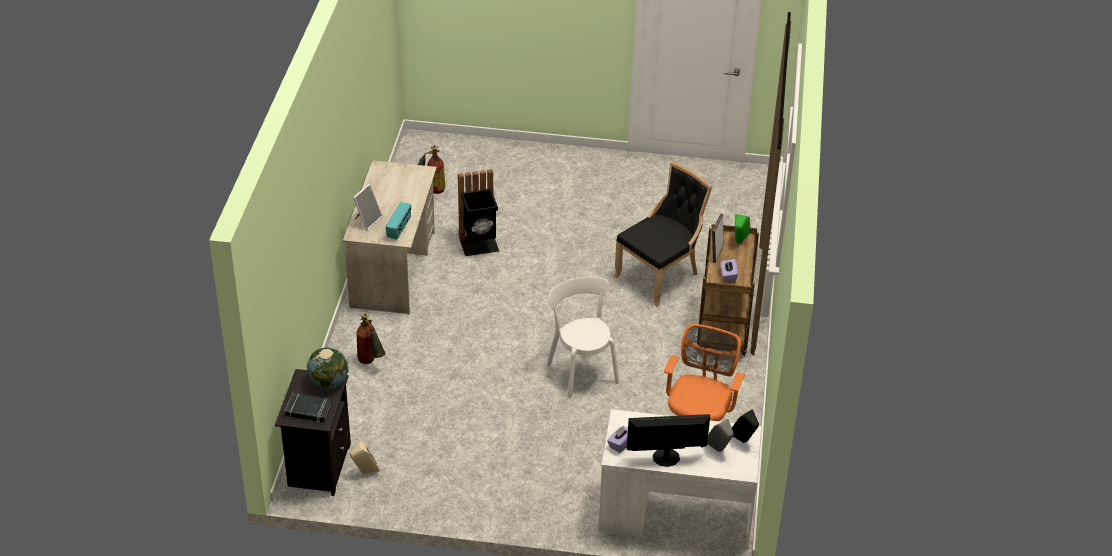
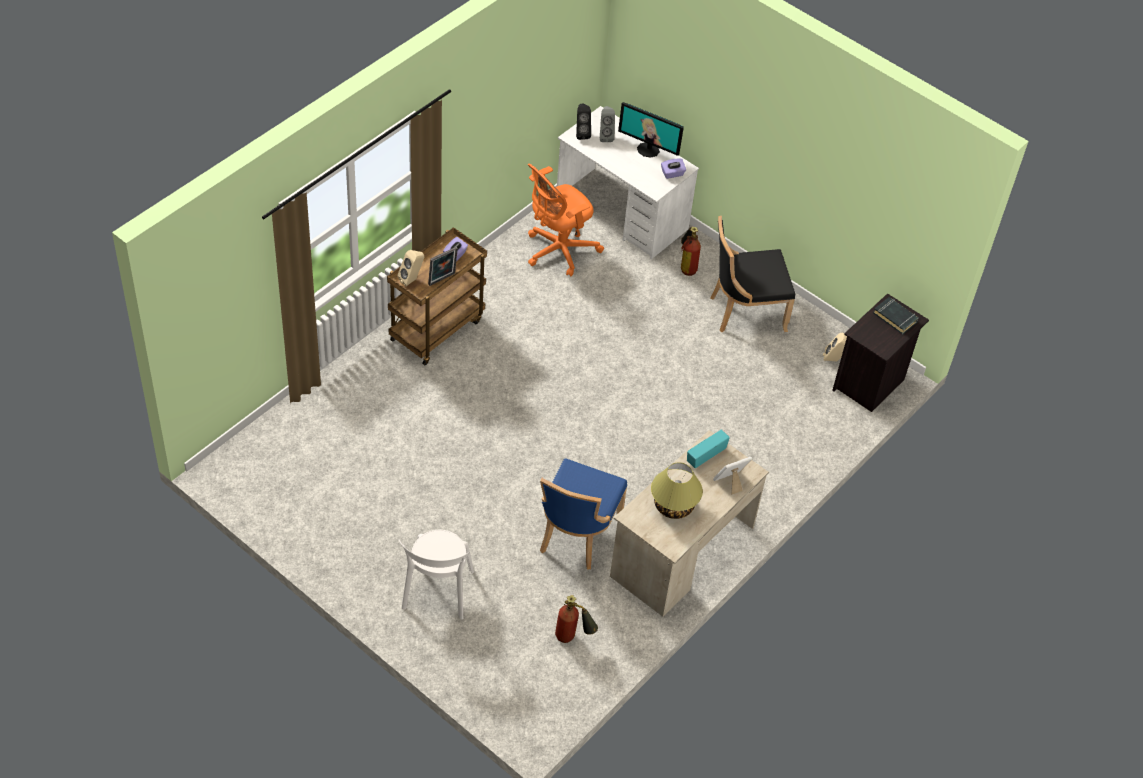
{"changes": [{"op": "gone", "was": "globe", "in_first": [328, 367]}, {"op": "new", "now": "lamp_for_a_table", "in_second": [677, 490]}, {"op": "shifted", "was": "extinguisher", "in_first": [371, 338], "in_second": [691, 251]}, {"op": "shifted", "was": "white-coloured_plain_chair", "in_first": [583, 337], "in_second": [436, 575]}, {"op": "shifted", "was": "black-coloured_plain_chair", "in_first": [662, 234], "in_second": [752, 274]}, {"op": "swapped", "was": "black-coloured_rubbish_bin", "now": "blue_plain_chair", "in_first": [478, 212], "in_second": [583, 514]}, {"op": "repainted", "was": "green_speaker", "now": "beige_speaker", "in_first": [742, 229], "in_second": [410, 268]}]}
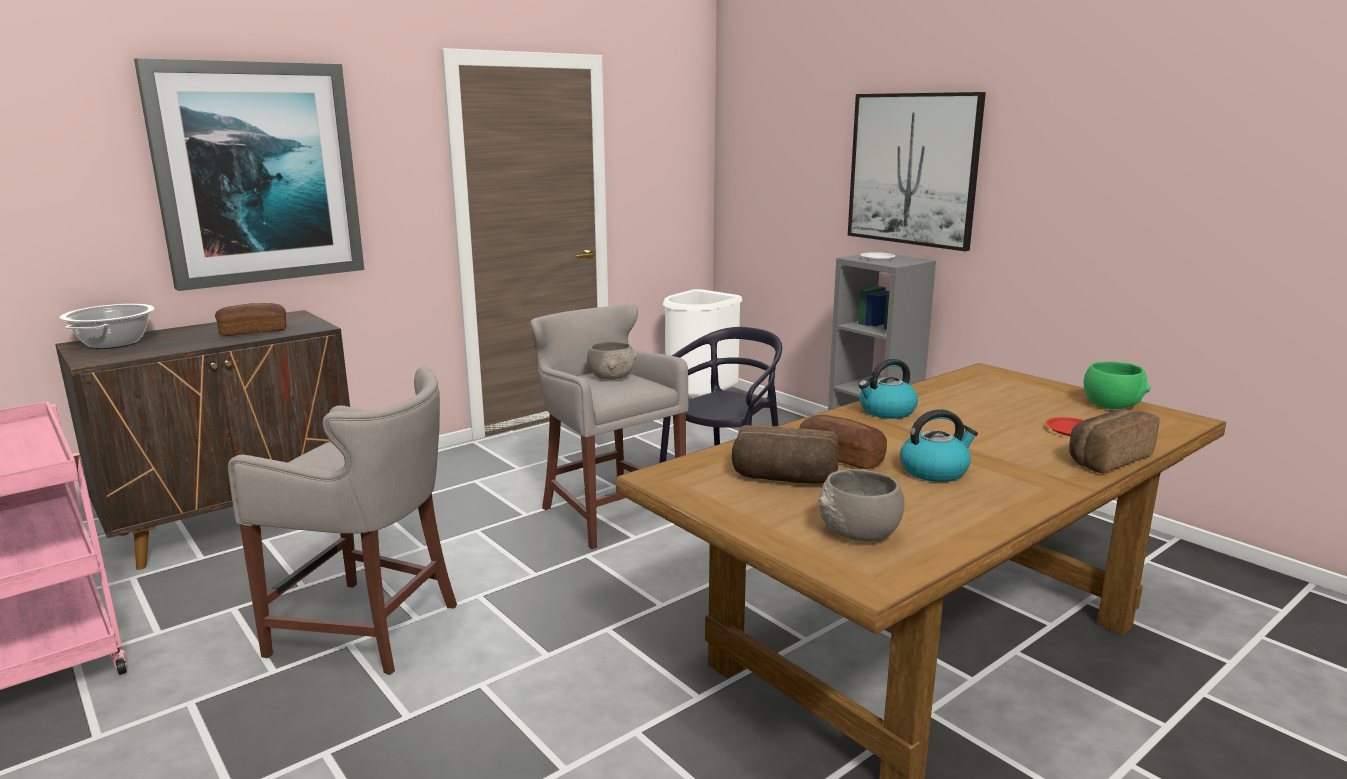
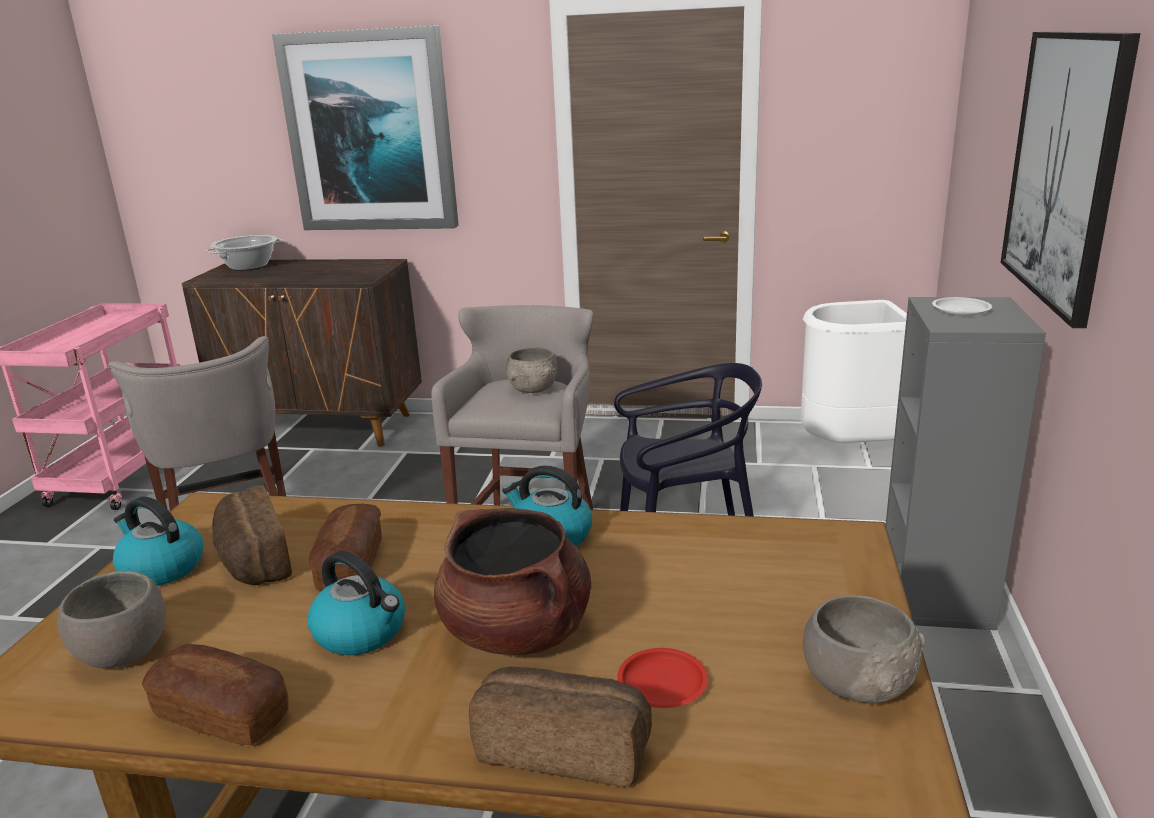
{"changes": [{"op": "new", "now": "kettle", "in_second": [158, 541]}, {"op": "new", "now": "brown-coloured_stockpot", "in_second": [512, 581]}, {"op": "shifted", "was": "baked_bread", "in_first": [250, 319], "in_second": [215, 694]}, {"op": "repainted", "was": "green_serving_bowl", "now": "grey_serving_bowl", "in_first": [1117, 385], "in_second": [864, 649]}]}
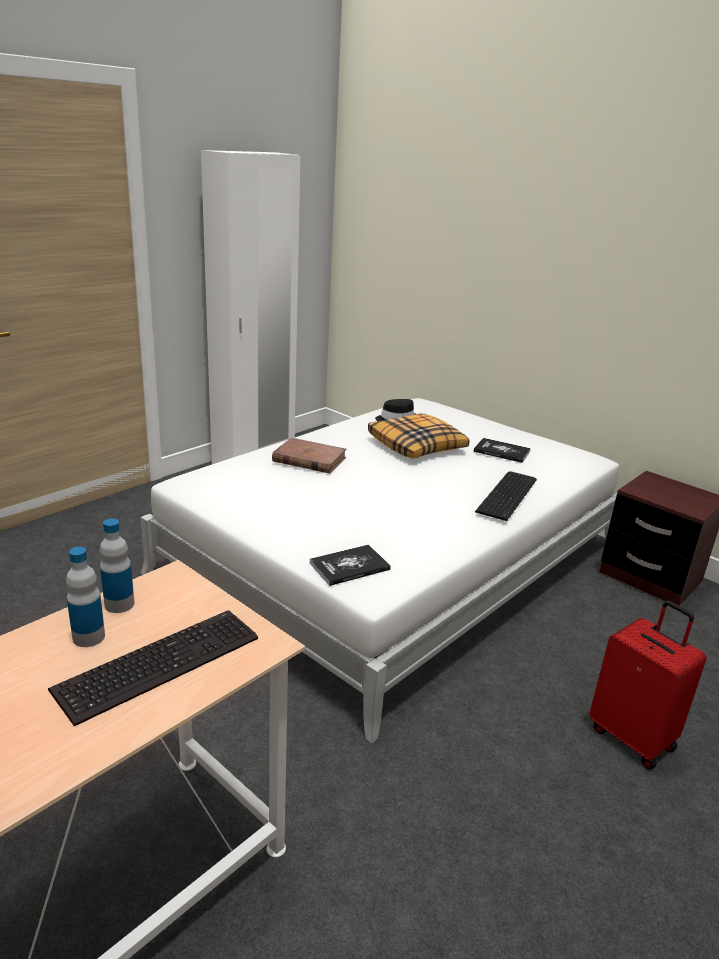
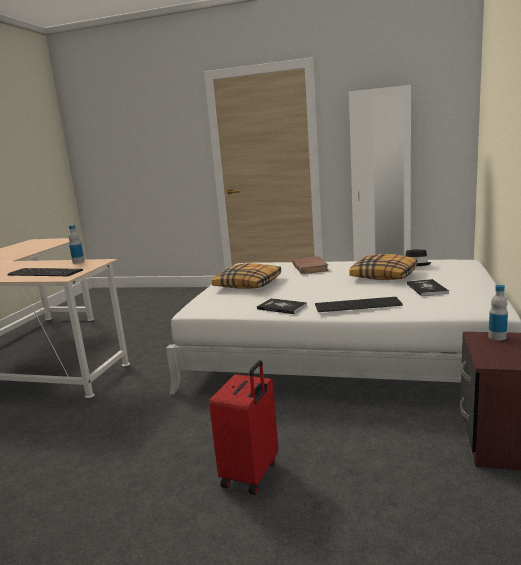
{"changes": [{"op": "new", "now": "throw_pillow", "in_second": [246, 276]}, {"op": "shifted", "was": "drink_bottle", "in_first": [85, 597], "in_second": [498, 312]}, {"op": "shifted", "was": "volume", "in_first": [350, 565], "in_second": [282, 306]}]}
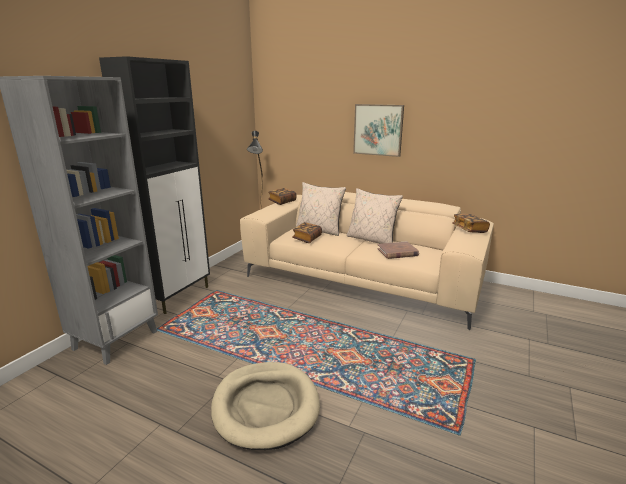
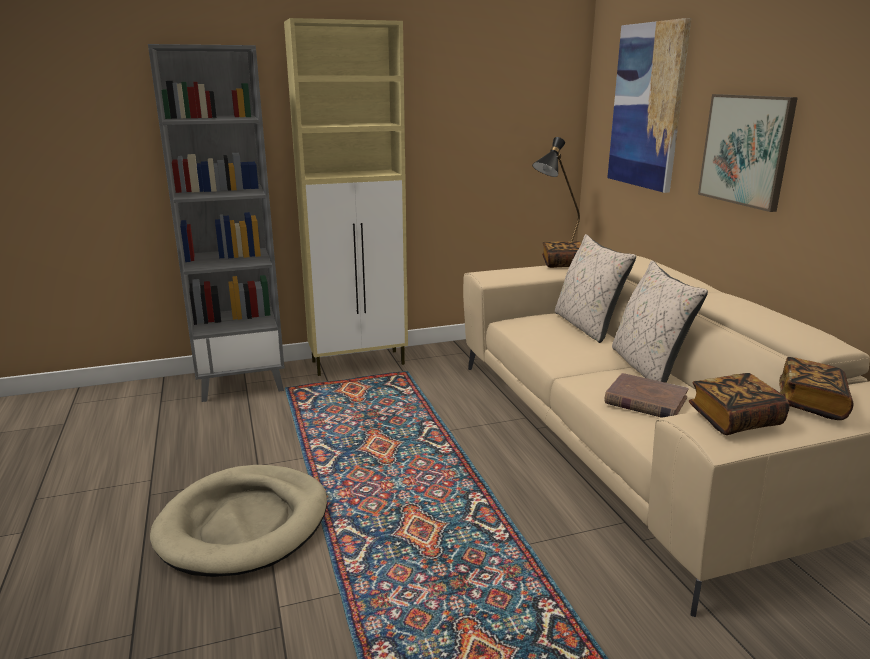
{"changes": [{"op": "new", "now": "wall_art", "in_second": [649, 105]}, {"op": "shifted", "was": "volume", "in_first": [307, 232], "in_second": [739, 404]}, {"op": "repainted", "was": "black-coloured_cabinet", "now": "beige_cabinet", "in_first": [154, 185], "in_second": [346, 197]}]}
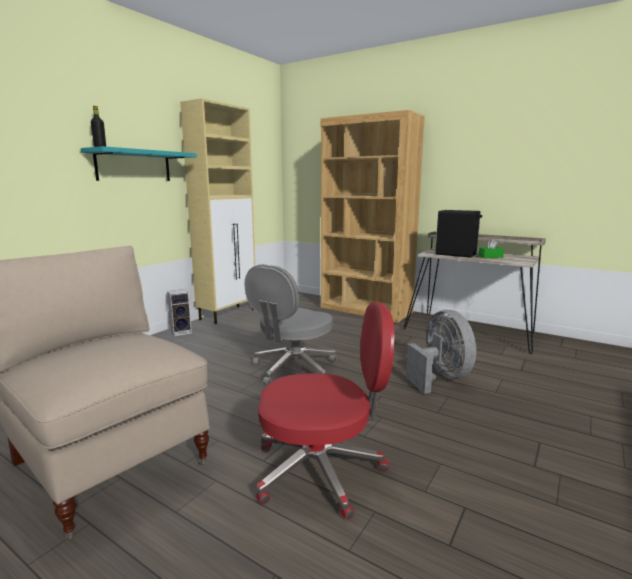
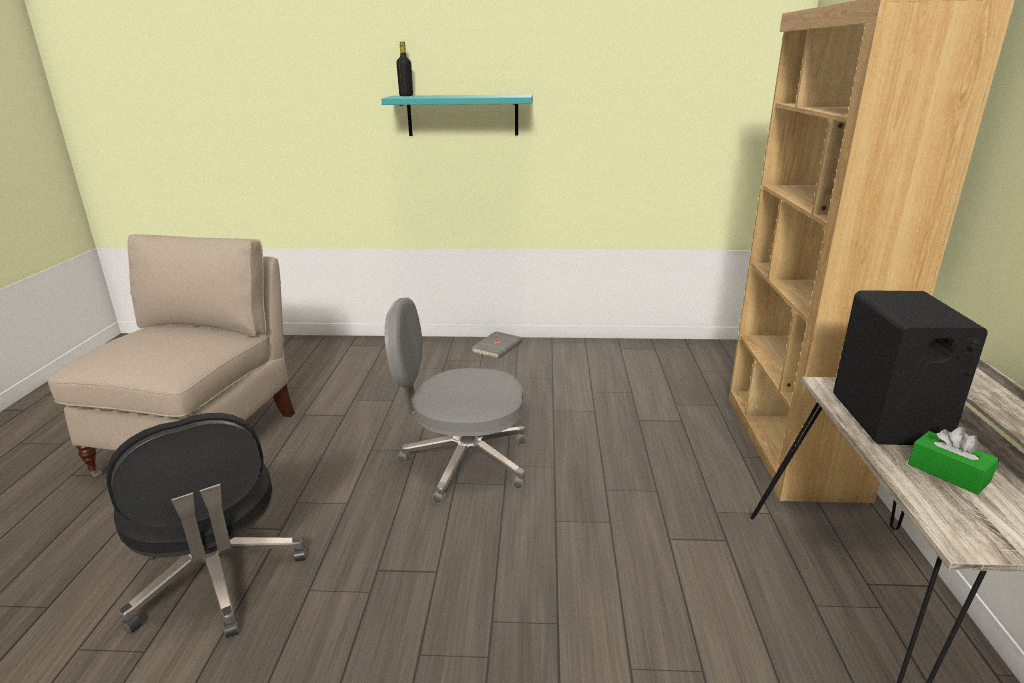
{"changes": [{"op": "gone", "was": "beige_cabinet", "in_first": [217, 211]}, {"op": "gone", "was": "grey_cooling_fan", "in_first": [441, 352]}, {"op": "swapped", "was": "speaker", "now": "grey_volume", "in_first": [179, 312], "in_second": [497, 345]}, {"op": "repainted", "was": "reddish_desk_chair", "now": "black-coloured_desk_chair", "in_first": [325, 411], "in_second": [206, 525]}]}
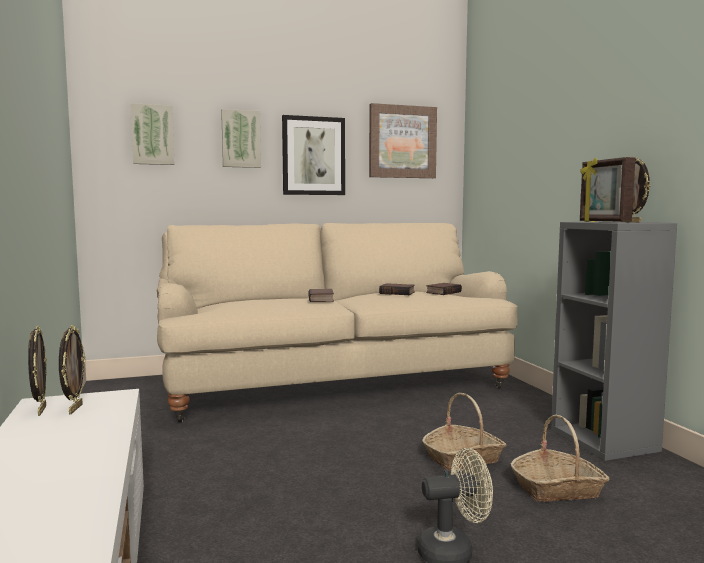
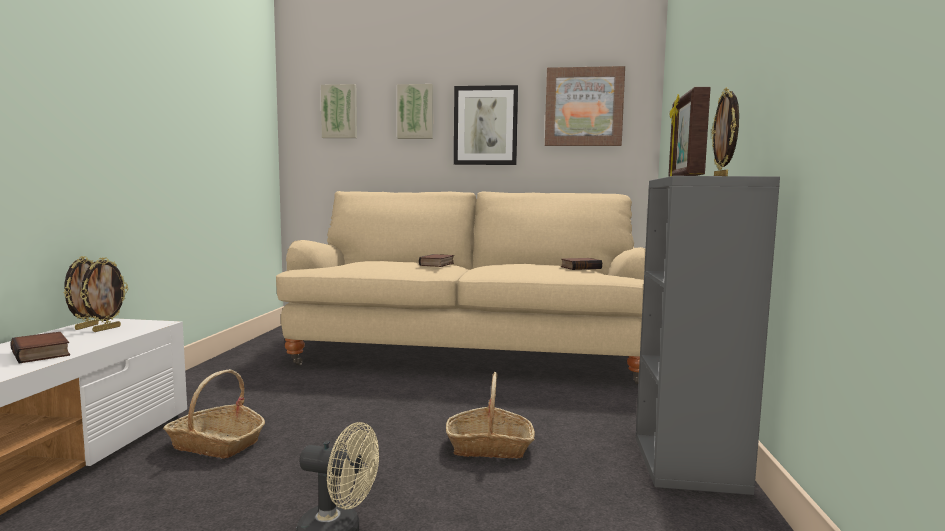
{"changes": [{"op": "shifted", "was": "volume", "in_first": [397, 289], "in_second": [40, 348]}, {"op": "shifted", "was": "basket", "in_first": [560, 458], "in_second": [214, 414]}]}
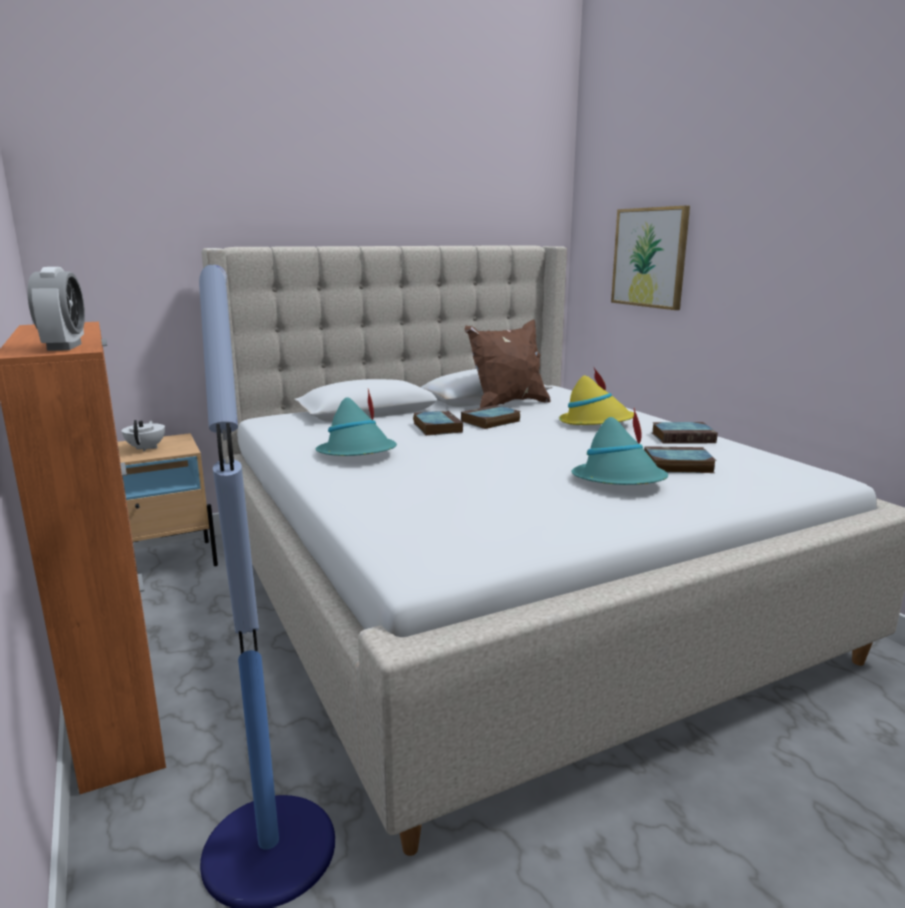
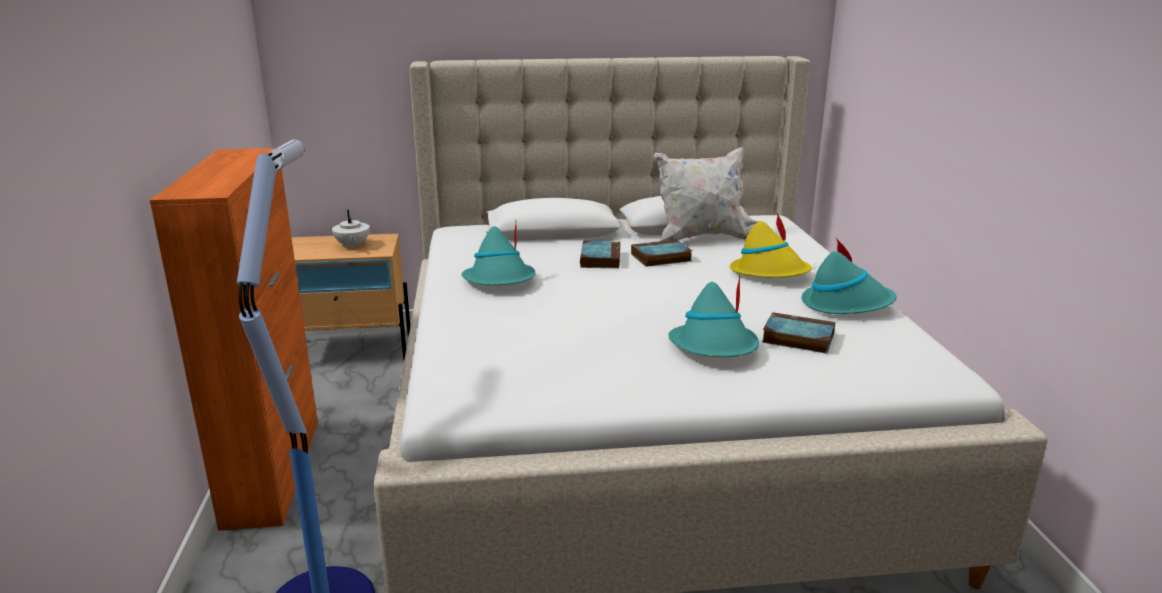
{"changes": [{"op": "gone", "was": "bedside_clock", "in_first": [56, 309]}, {"op": "gone", "was": "wall_art", "in_first": [650, 258]}, {"op": "swapped", "was": "volume", "now": "blue-green_wearable_hat", "in_first": [685, 433], "in_second": [849, 276]}, {"op": "repainted", "was": "brown-coloured_throw_pillow", "now": "white-coloured_throw_pillow", "in_first": [508, 364], "in_second": [701, 194]}, {"op": "rotated", "was": "white-coloured_teapot", "in_first": [143, 435], "in_second": [351, 229], "clockwise": 150}]}
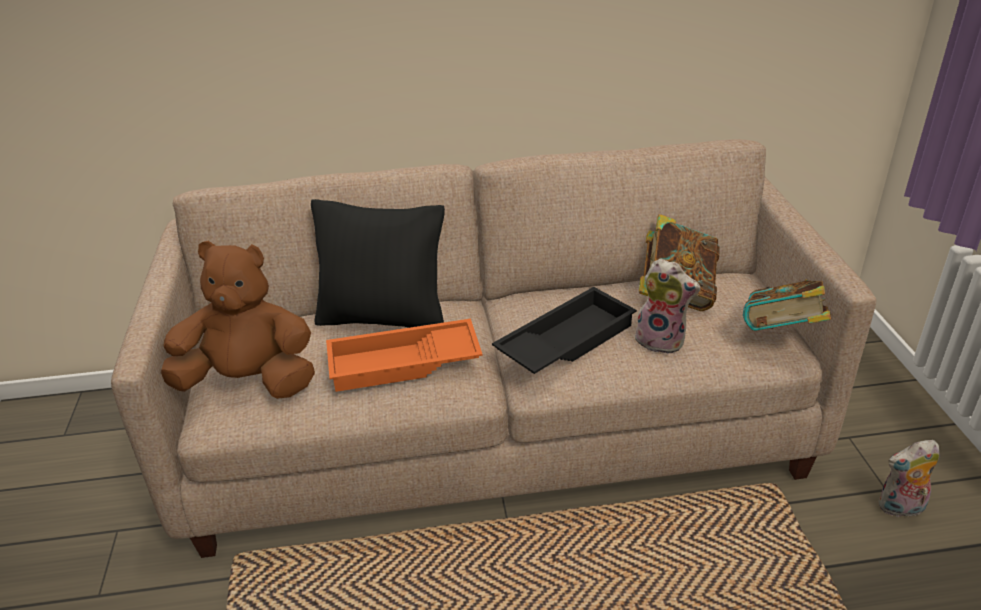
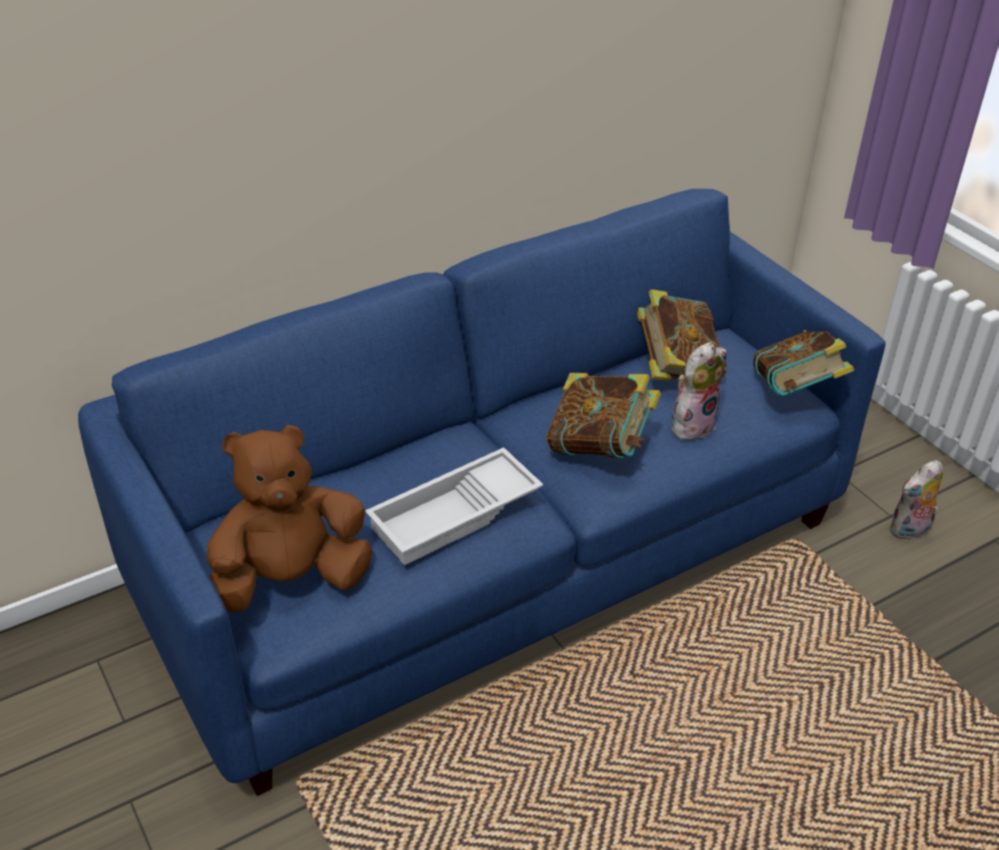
{"changes": [{"op": "gone", "was": "black-coloured_throw_pillow", "in_first": [378, 263]}, {"op": "swapped", "was": "black-coloured_serving_tray", "now": "volume", "in_first": [564, 330], "in_second": [603, 415]}, {"op": "repainted", "was": "beige_settee", "now": "blue_settee", "in_first": [493, 348], "in_second": [482, 492]}, {"op": "repainted", "was": "orange_serving_tray", "now": "white-coloured_serving_tray", "in_first": [404, 355], "in_second": [454, 506]}, {"op": "rotated", "was": "plush_toy", "in_first": [666, 306], "in_second": [699, 391], "clockwise": -45}]}
